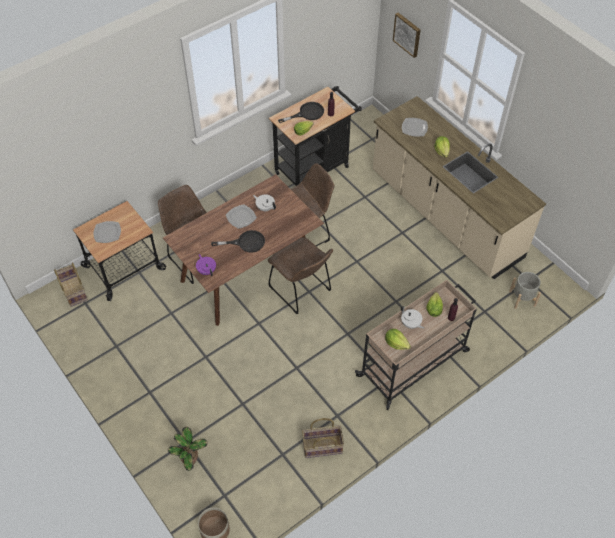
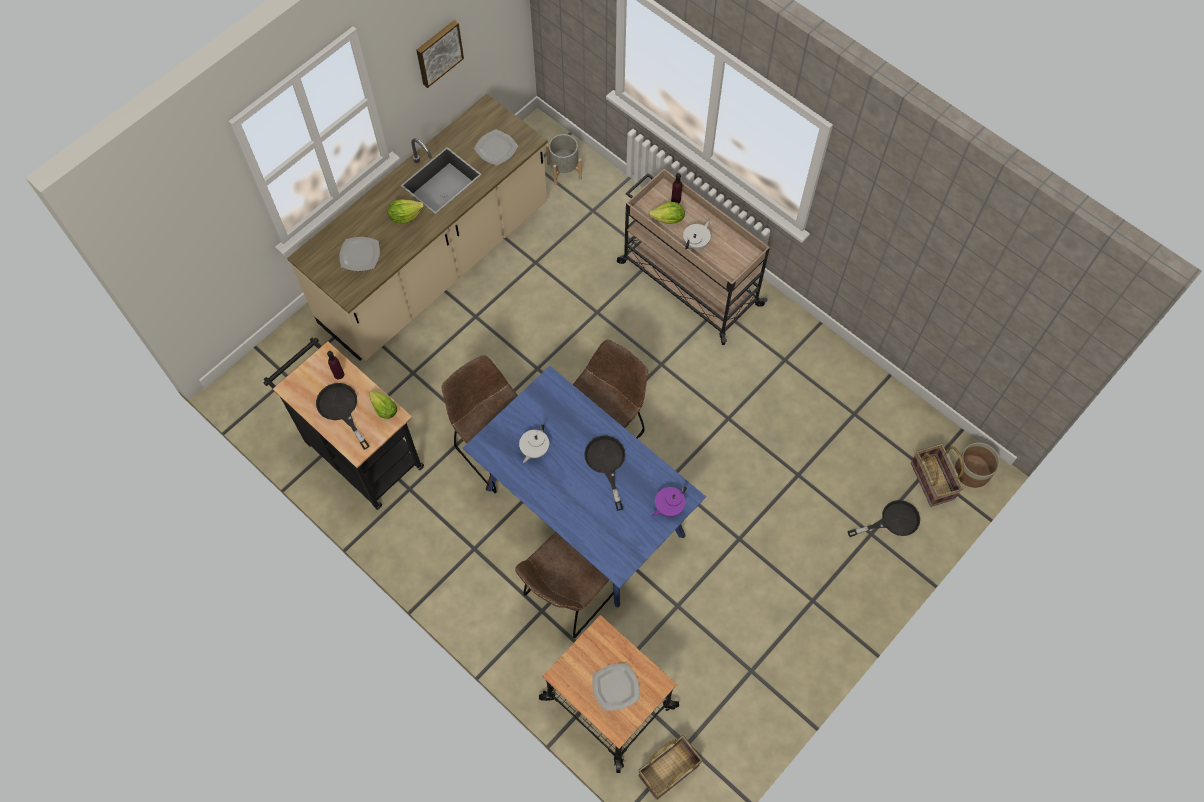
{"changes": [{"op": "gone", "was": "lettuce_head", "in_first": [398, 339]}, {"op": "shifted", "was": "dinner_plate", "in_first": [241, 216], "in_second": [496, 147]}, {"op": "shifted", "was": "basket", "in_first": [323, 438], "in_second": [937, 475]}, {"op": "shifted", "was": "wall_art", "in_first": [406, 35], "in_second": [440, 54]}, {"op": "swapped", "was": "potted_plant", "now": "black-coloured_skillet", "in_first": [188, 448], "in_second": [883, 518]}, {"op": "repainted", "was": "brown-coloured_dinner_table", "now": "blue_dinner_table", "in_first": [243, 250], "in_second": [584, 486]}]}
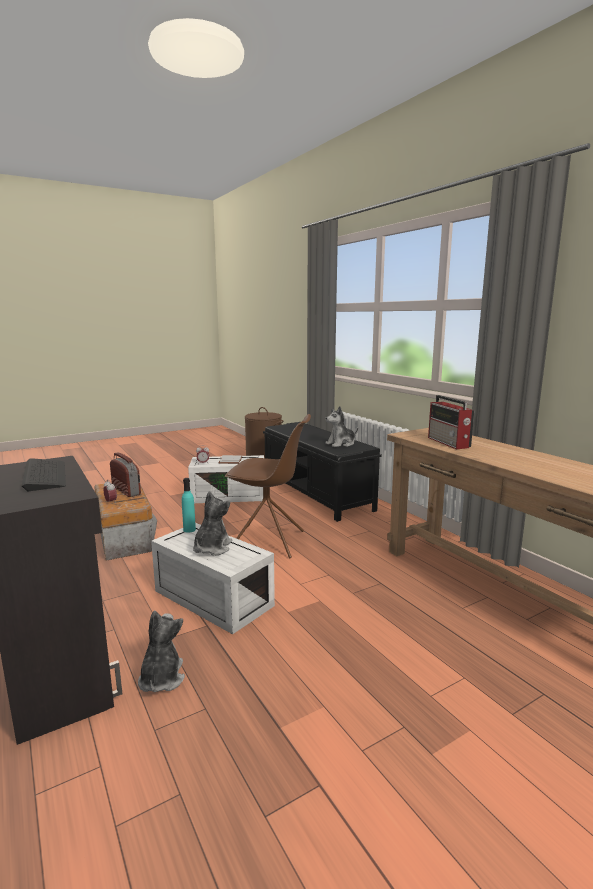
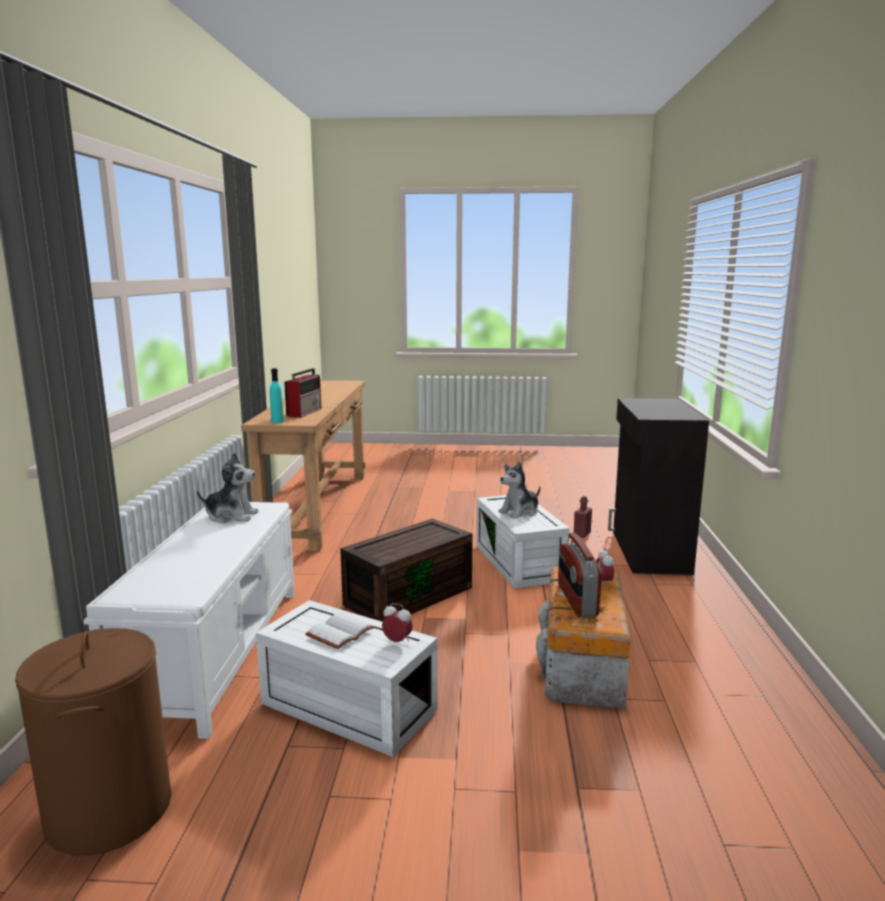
{"changes": [{"op": "gone", "was": "keyboard", "in_first": [44, 474]}, {"op": "shifted", "was": "blue-green_drink_bottle", "in_first": [189, 505], "in_second": [277, 395]}, {"op": "swapped", "was": "plush_toy", "now": "reddish_drink_bottle", "in_first": [161, 651], "in_second": [583, 517]}, {"op": "swapped", "was": "brown-coloured_plain_chair", "now": "brown-coloured_storage_bin", "in_first": [268, 486], "in_second": [406, 570]}, {"op": "repainted", "was": "black-coloured_bench", "now": "white-coloured_bench", "in_first": [322, 472], "in_second": [189, 620]}]}
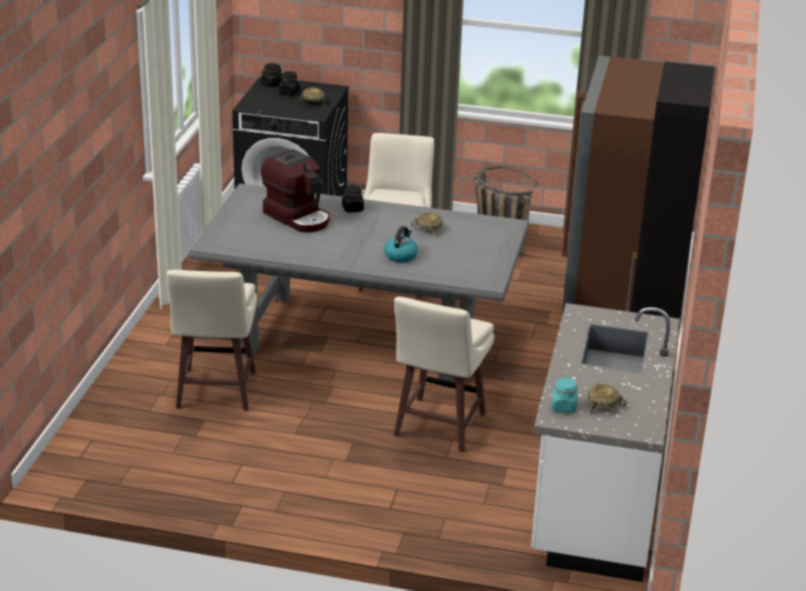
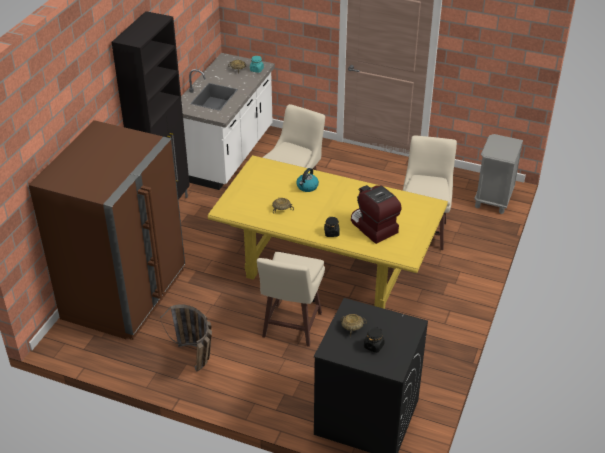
{"changes": [{"op": "gone", "was": "black-coloured_jar", "in_first": [271, 75]}, {"op": "new", "now": "grey_bedside_table", "in_second": [498, 174]}, {"op": "repainted", "was": "grey_dinner_table", "now": "yellow_dinner_table", "in_first": [359, 282], "in_second": [328, 232]}]}
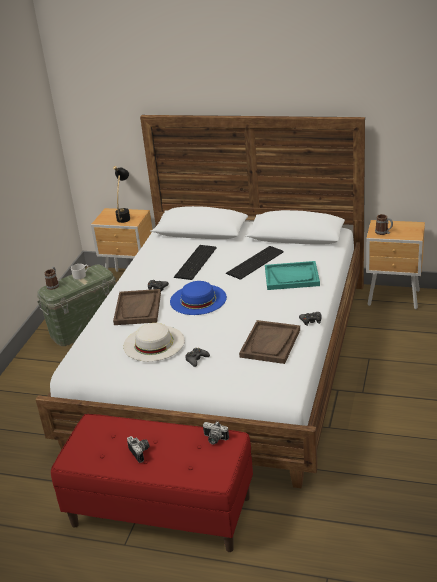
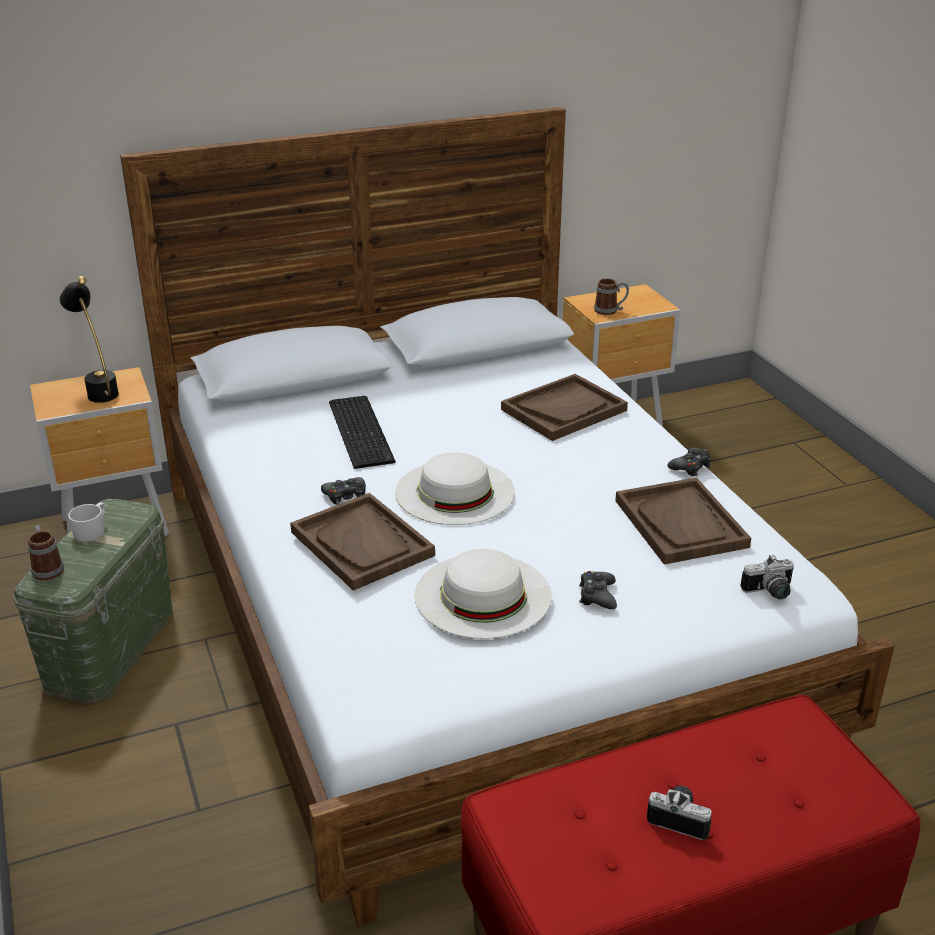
{"changes": [{"op": "gone", "was": "keyboard", "in_first": [255, 263]}, {"op": "shifted", "was": "still_camera", "in_first": [216, 433], "in_second": [767, 577]}, {"op": "repainted", "was": "blue_wearable_hat", "now": "white-coloured_wearable_hat", "in_first": [198, 298], "in_second": [455, 489]}, {"op": "repainted", "was": "blue-green_serving_tray", "now": "brown-coloured_serving_tray", "in_first": [292, 275], "in_second": [564, 407]}]}
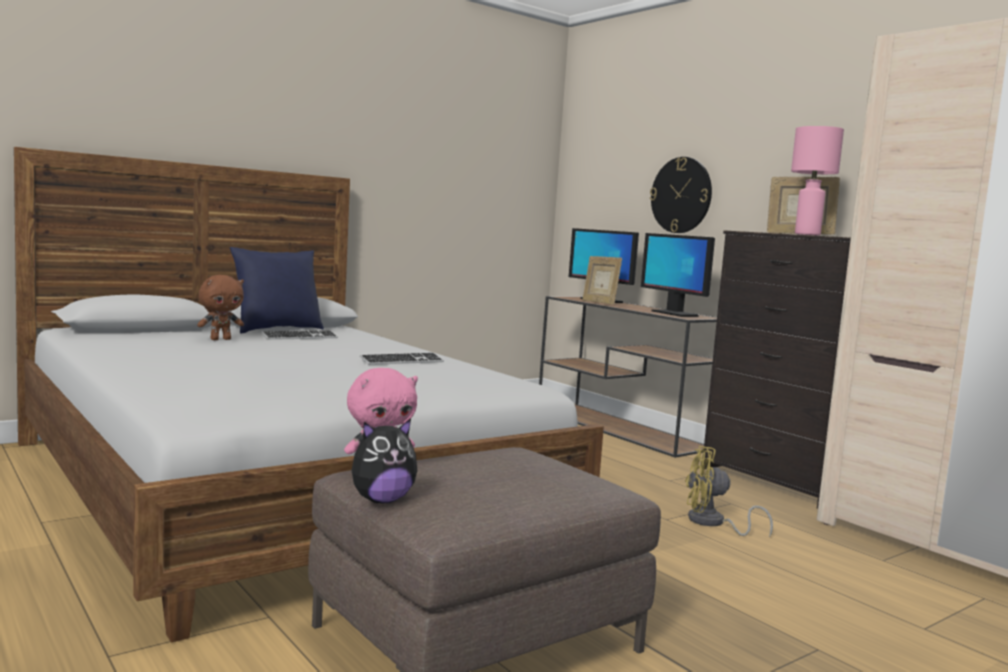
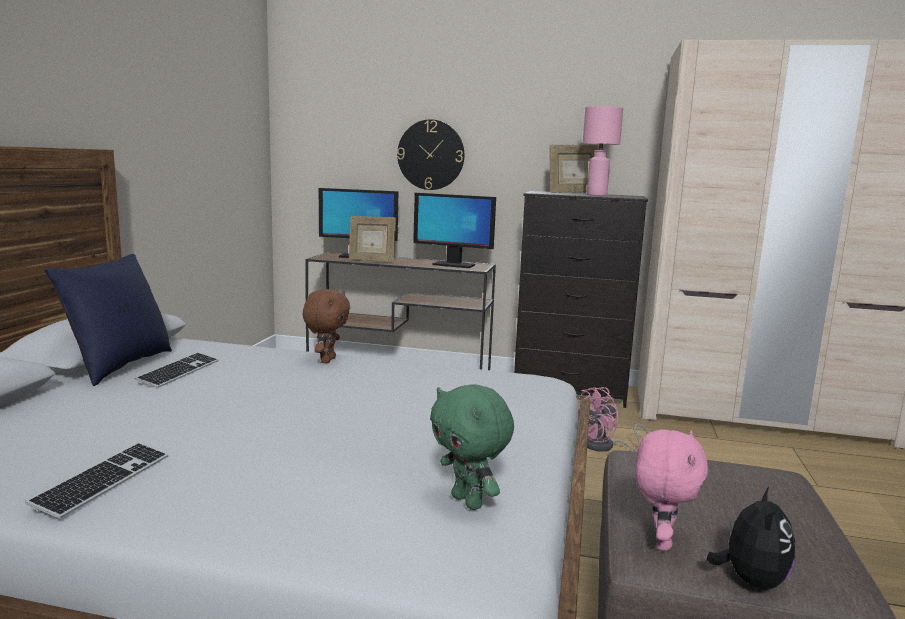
{"changes": [{"op": "new", "now": "green_plush_toy", "in_second": [472, 447]}, {"op": "shifted", "was": "brown-coloured_plush_toy", "in_first": [220, 307], "in_second": [326, 326]}, {"op": "shifted", "was": "keyboard", "in_first": [402, 359], "in_second": [96, 481]}, {"op": "repainted", "was": "yellow_cooling_fan", "now": "pink-coloured_cooling_fan", "in_first": [729, 492], "in_second": [613, 419]}]}
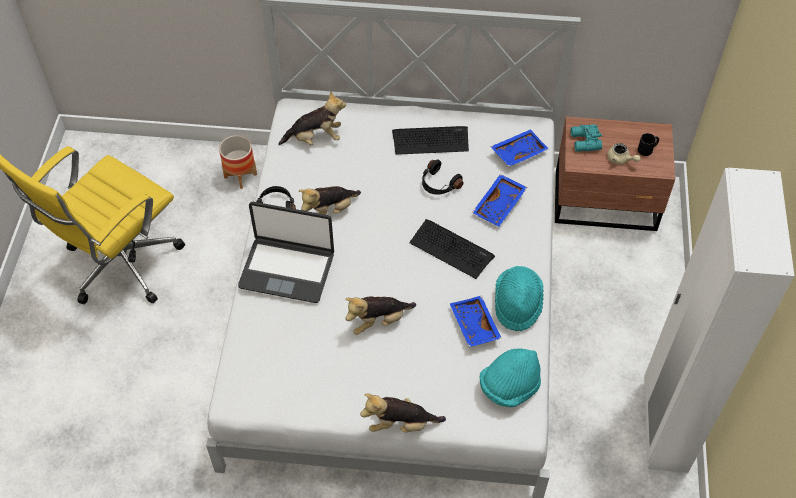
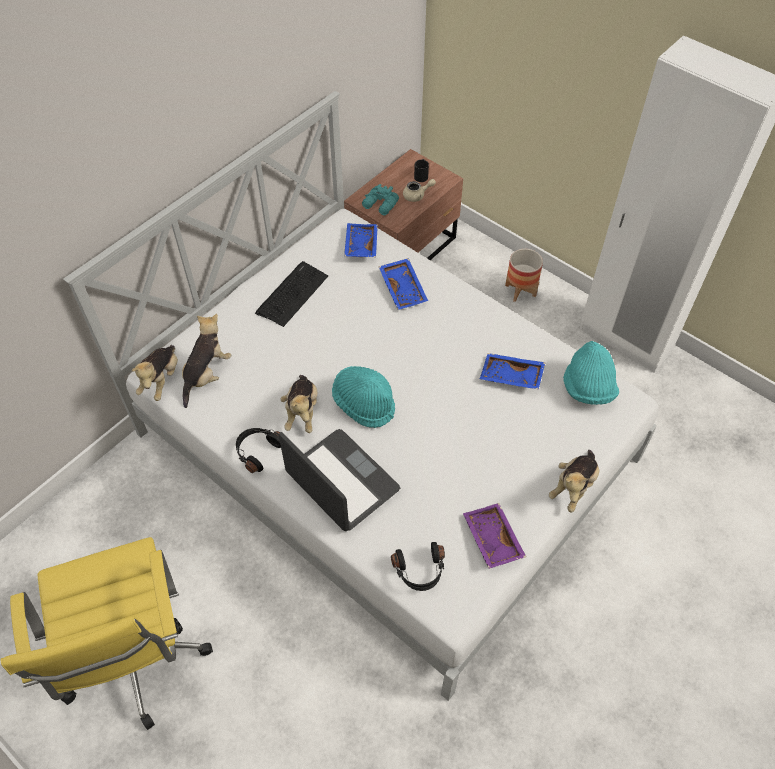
{"changes": [{"op": "gone", "was": "keyboard", "in_first": [452, 249]}, {"op": "new", "now": "purplish_serving_tray", "in_second": [494, 536]}, {"op": "shifted", "was": "planter", "in_first": [238, 162], "in_second": [524, 275]}, {"op": "shifted", "was": "plush_toy", "in_first": [380, 315], "in_second": [155, 373]}, {"op": "shifted", "was": "black-coloured_pair_of_headphones", "in_first": [443, 177], "in_second": [418, 566]}, {"op": "shifted", "was": "blue-green_wearable_hat", "in_first": [519, 299], "in_second": [363, 397]}, {"op": "rotated", "was": "portable_computer", "in_first": [286, 252], "in_second": [339, 480], "clockwise": -90}]}
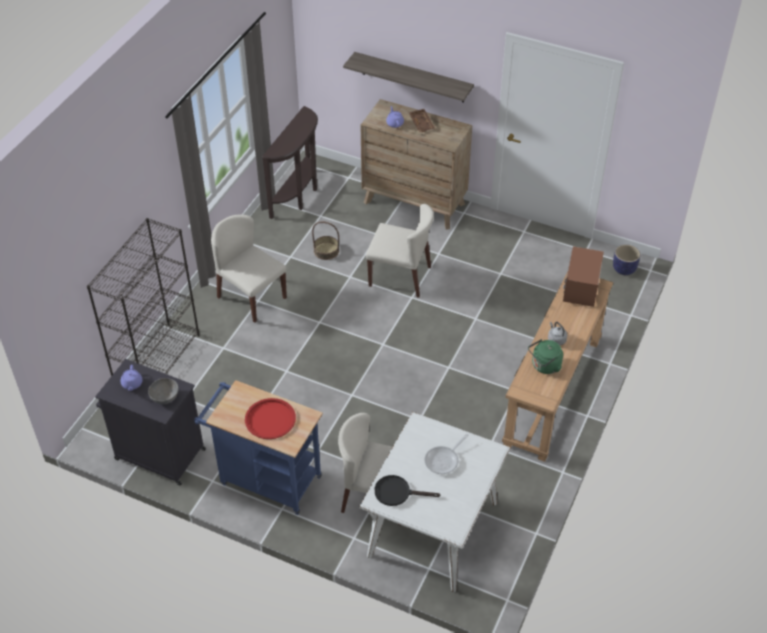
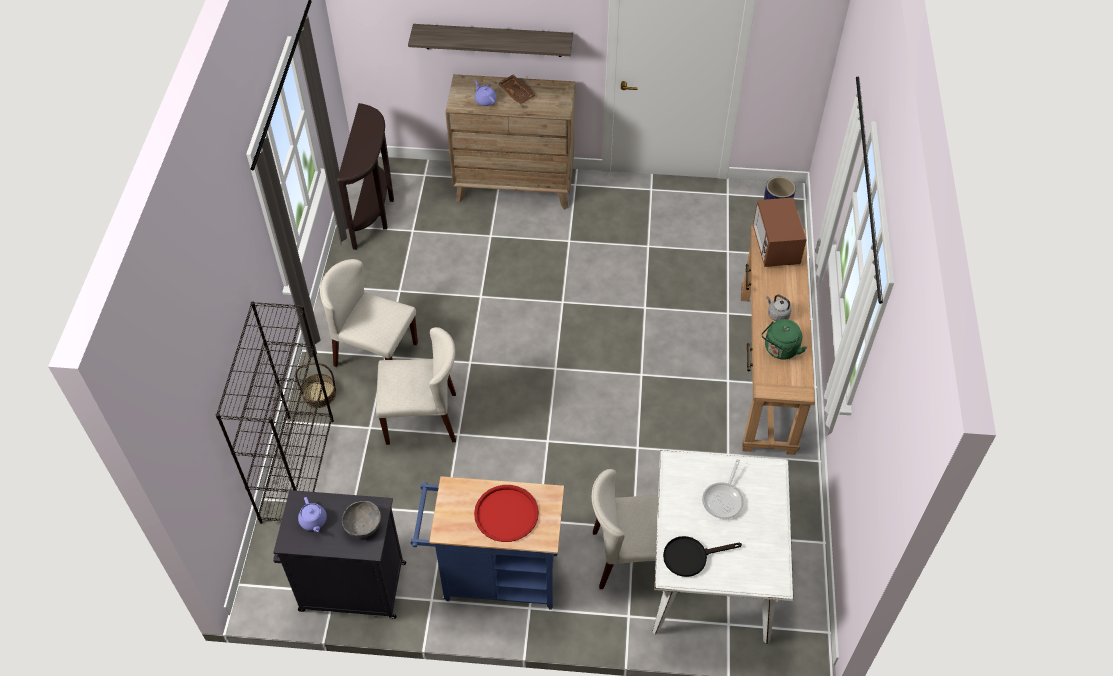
{"changes": [{"op": "shifted", "was": "basket", "in_first": [325, 240], "in_second": [315, 385]}, {"op": "shifted", "was": "beige_plain_chair", "in_first": [400, 251], "in_second": [416, 386]}]}
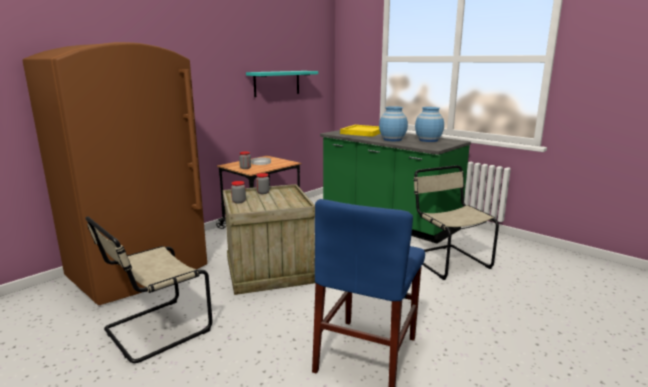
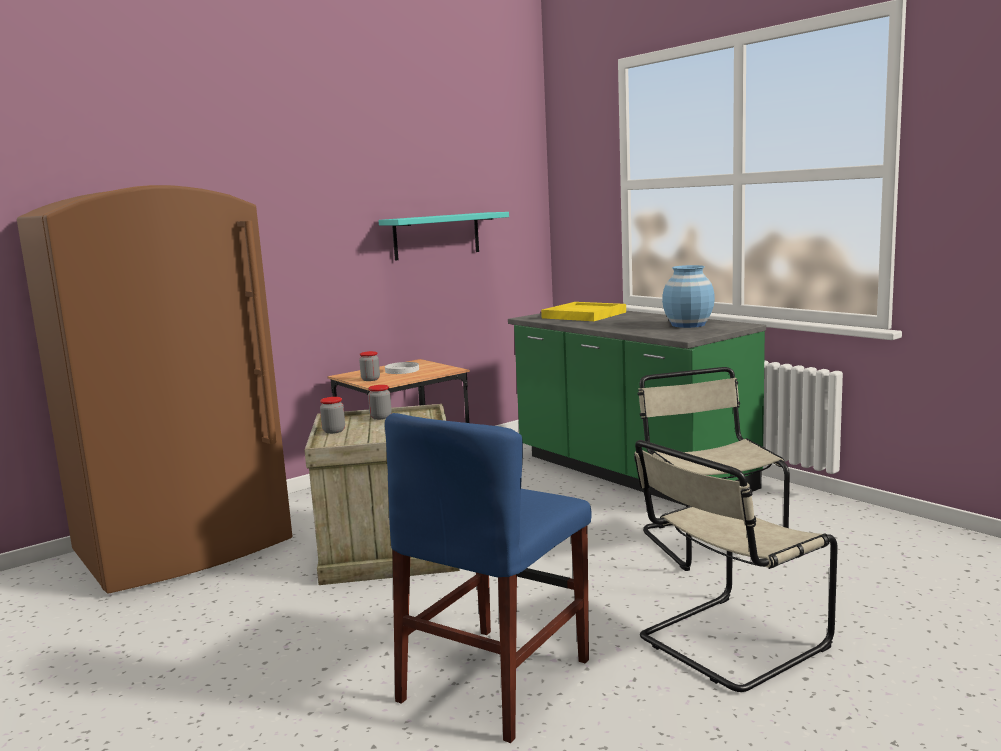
{"changes": [{"op": "gone", "was": "blue_decorative_vase", "in_first": [393, 123]}, {"op": "shifted", "was": "beige_plain_chair", "in_first": [148, 289], "in_second": [736, 566]}]}
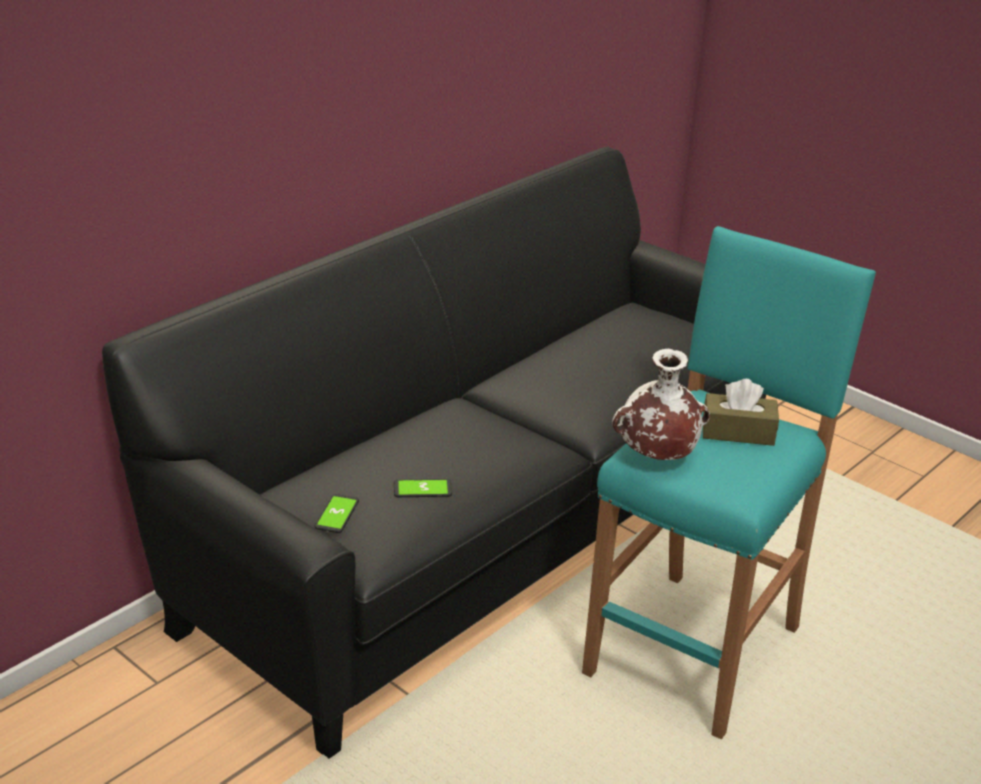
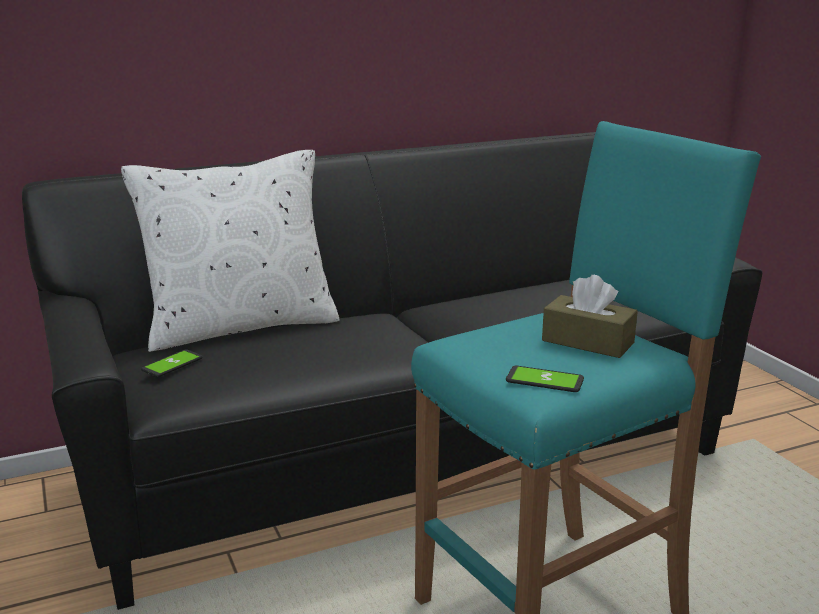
{"changes": [{"op": "gone", "was": "white-coloured_decorative_vase", "in_first": [661, 404]}, {"op": "new", "now": "white-coloured_throw_pillow", "in_second": [230, 251]}, {"op": "shifted", "was": "phone", "in_first": [423, 488], "in_second": [545, 379]}]}
